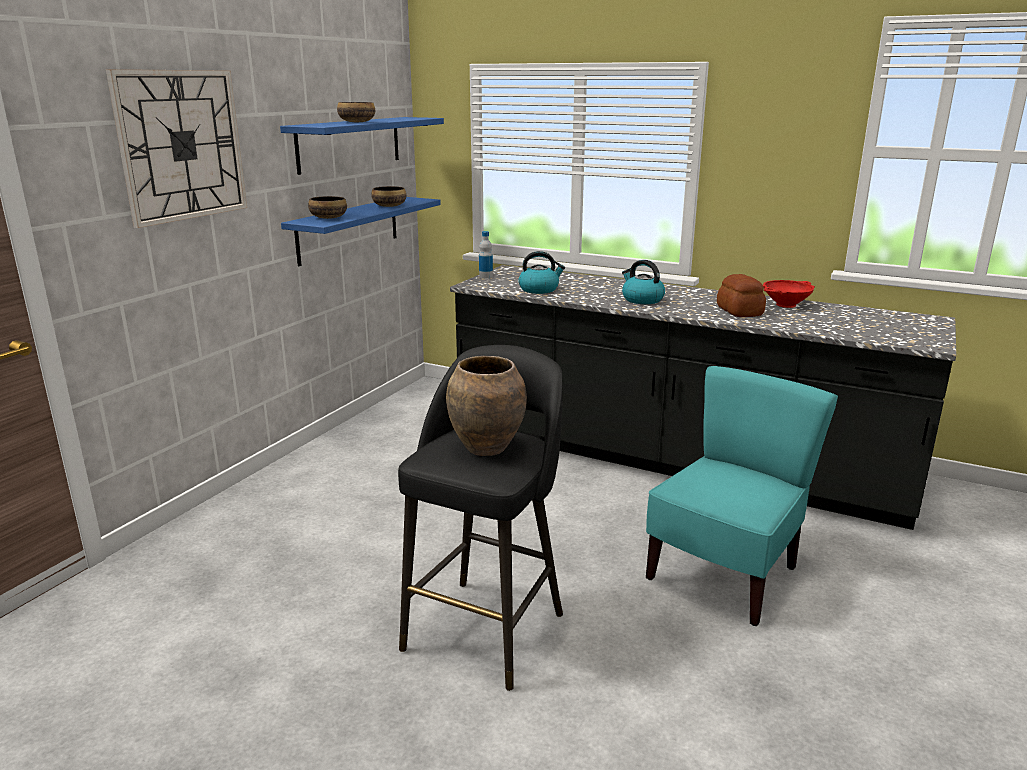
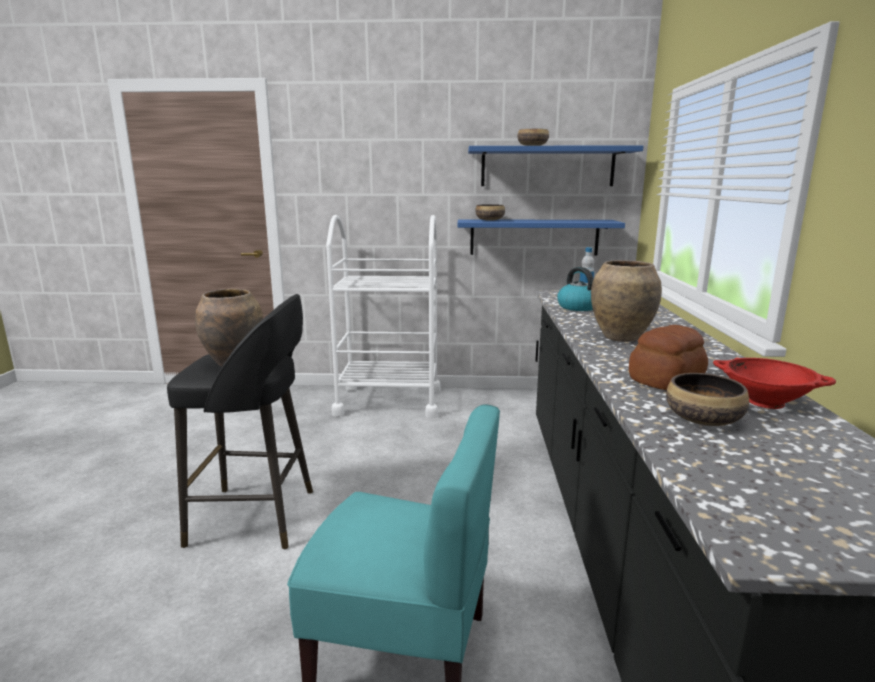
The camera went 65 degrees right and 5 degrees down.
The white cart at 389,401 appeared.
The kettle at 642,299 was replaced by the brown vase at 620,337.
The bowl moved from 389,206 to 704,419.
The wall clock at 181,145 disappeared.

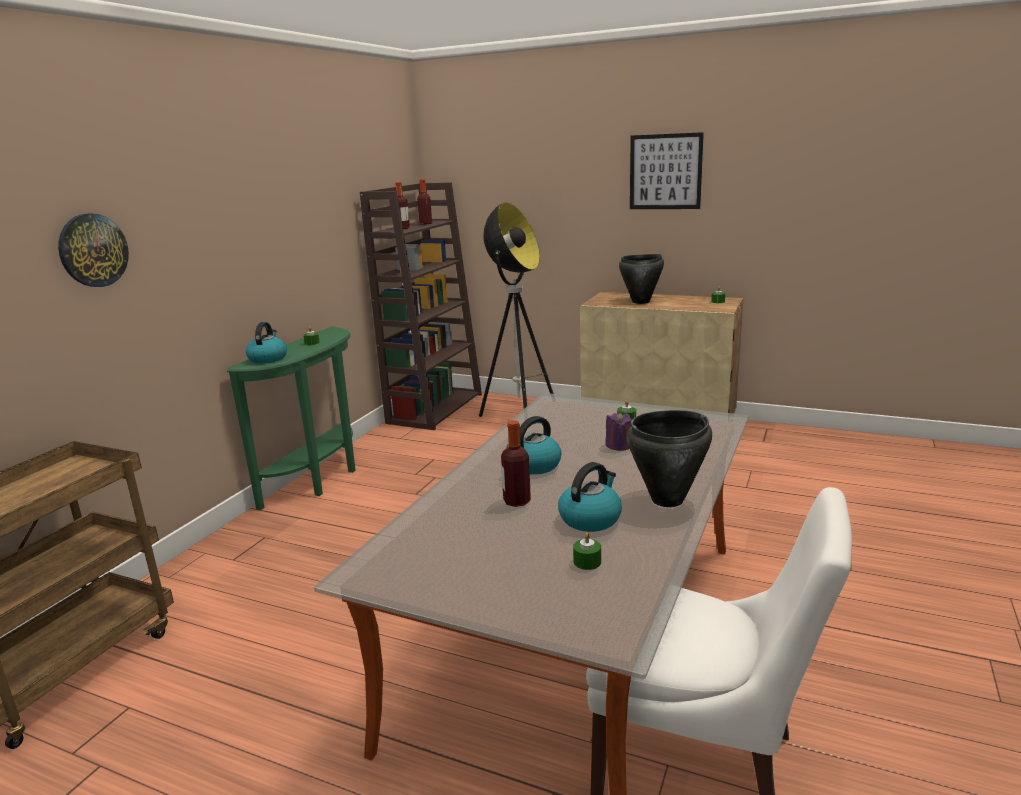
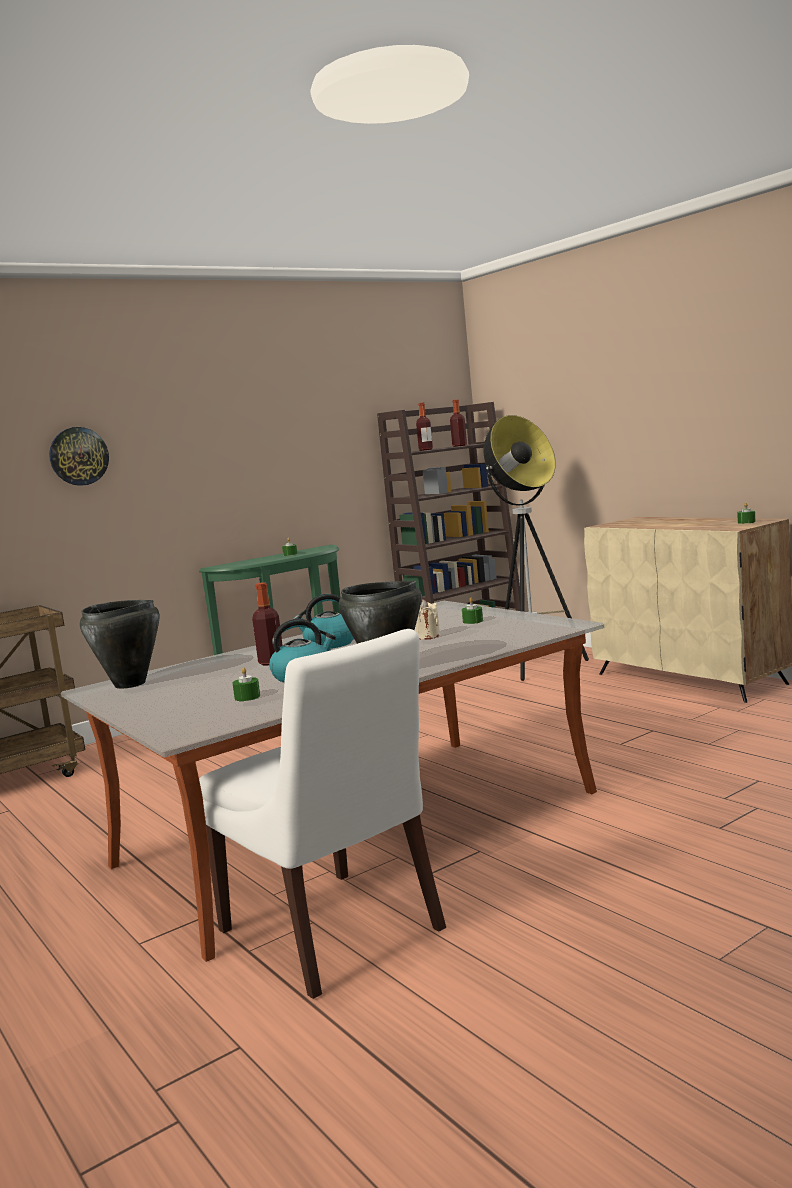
The camera went 30 degrees right and 10 degrees down.
The black cooking pot moved from 641,302 to 130,684.
The purple candle at 618,445 became the beige candle at 427,636.
The kettle at 268,358 disappeared.
The picture at 665,172 disappeared.

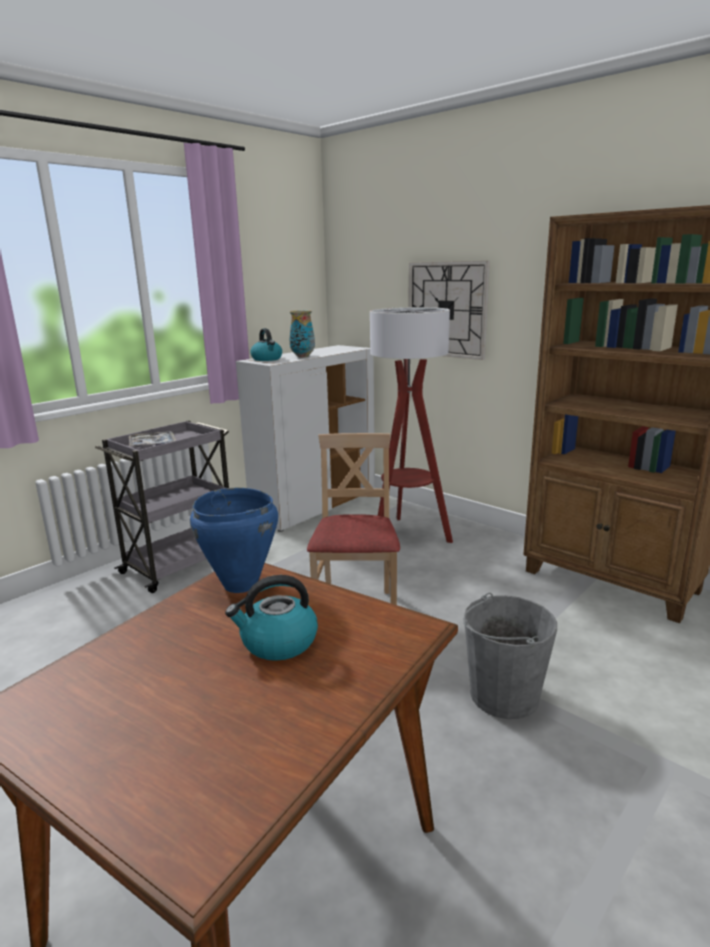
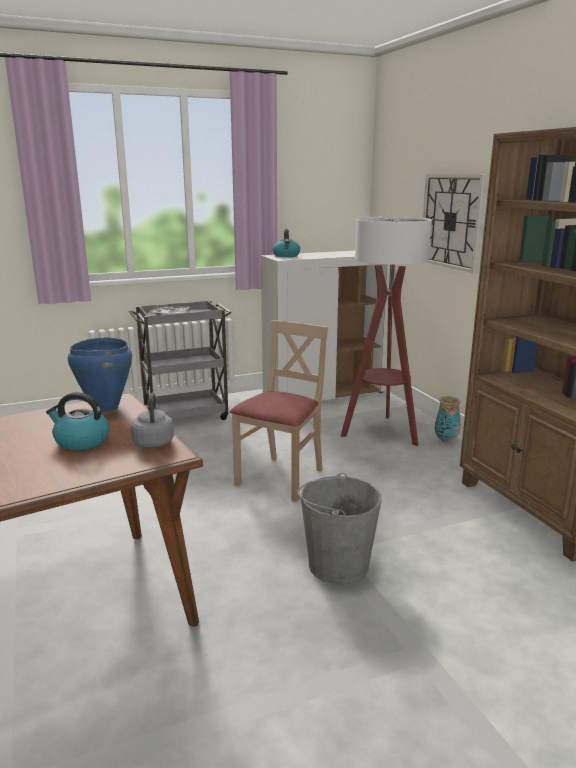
The camera went 25 degrees right and 0 degrees up.
The grey kettle at 153,441 appeared.
The vase moved from 302,356 to 445,440.

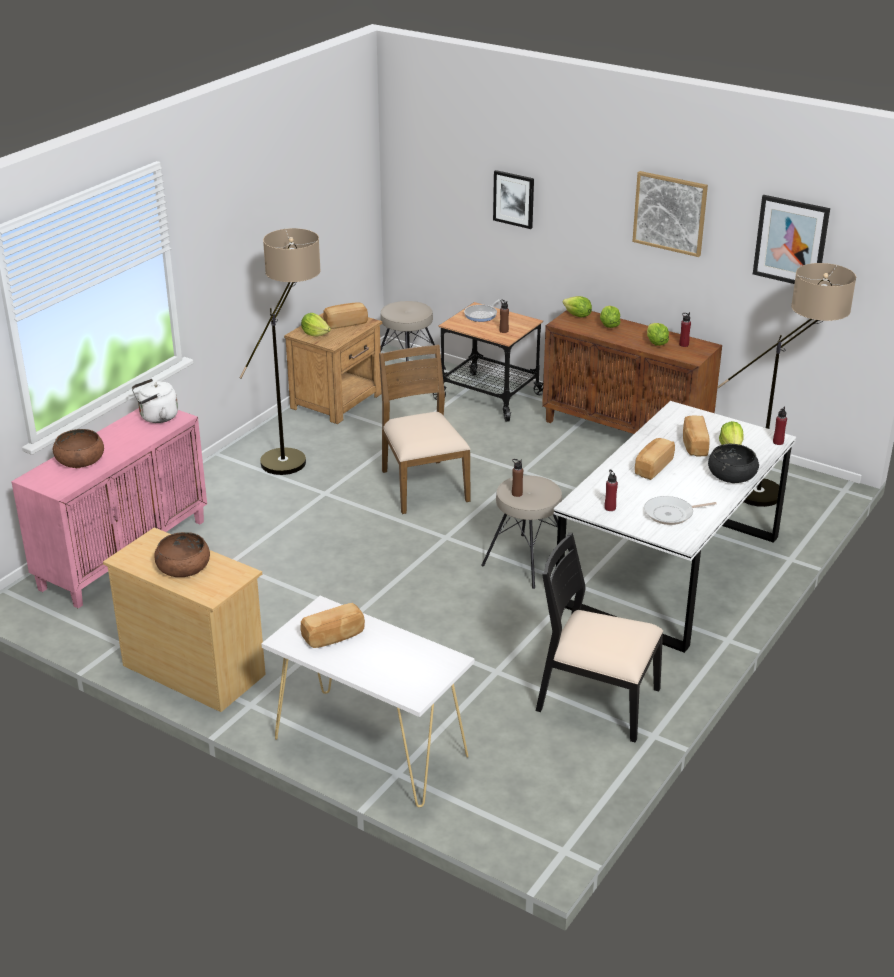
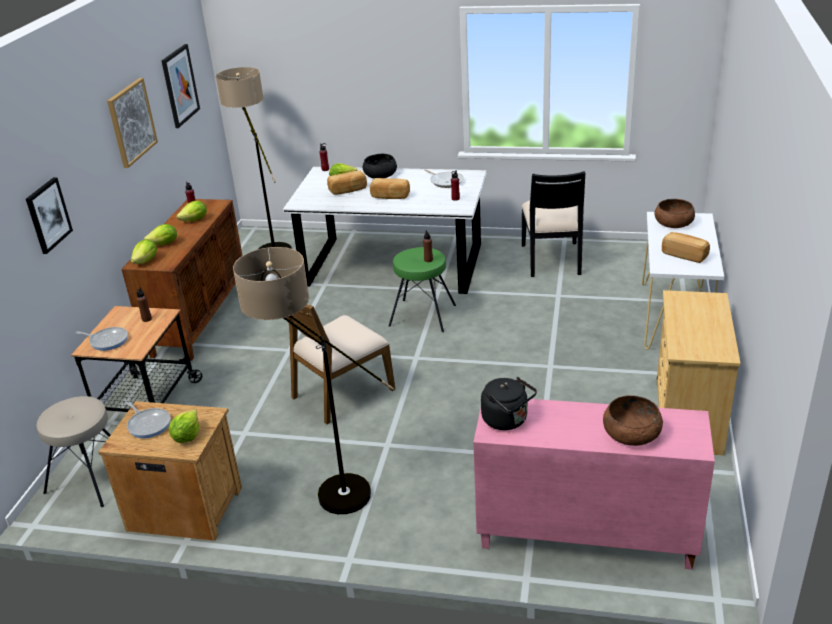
The camera went 110 degrees left and 0 degrees up.
The bread at 345,323 was replaced by the frying pan at 148,424.
The beige stool at 526,560 became the green stool at 422,316.
The white kettle at 156,417 became the black kettle at 507,420.
The brown bowl moved from 183,567 to 673,223.

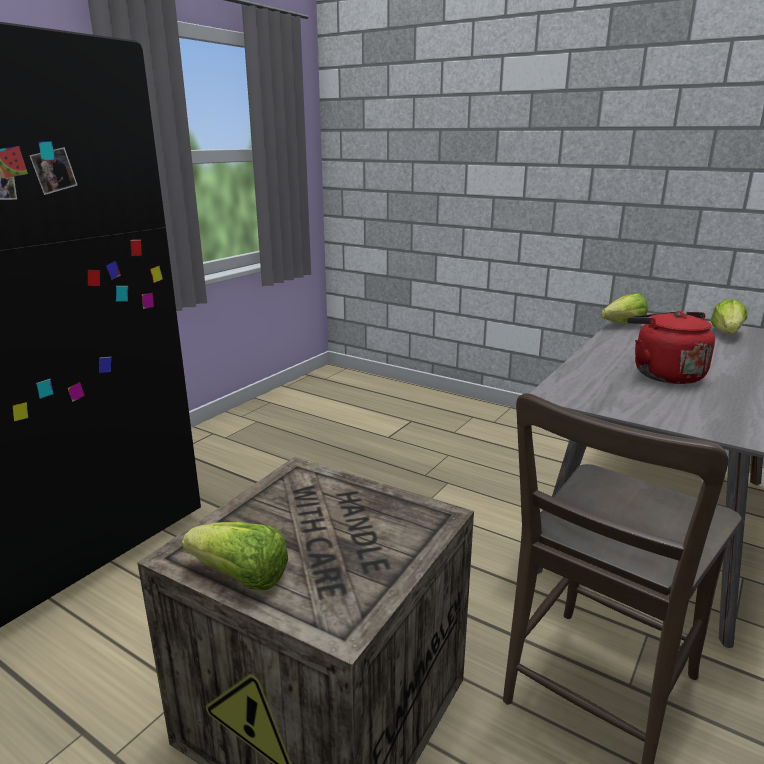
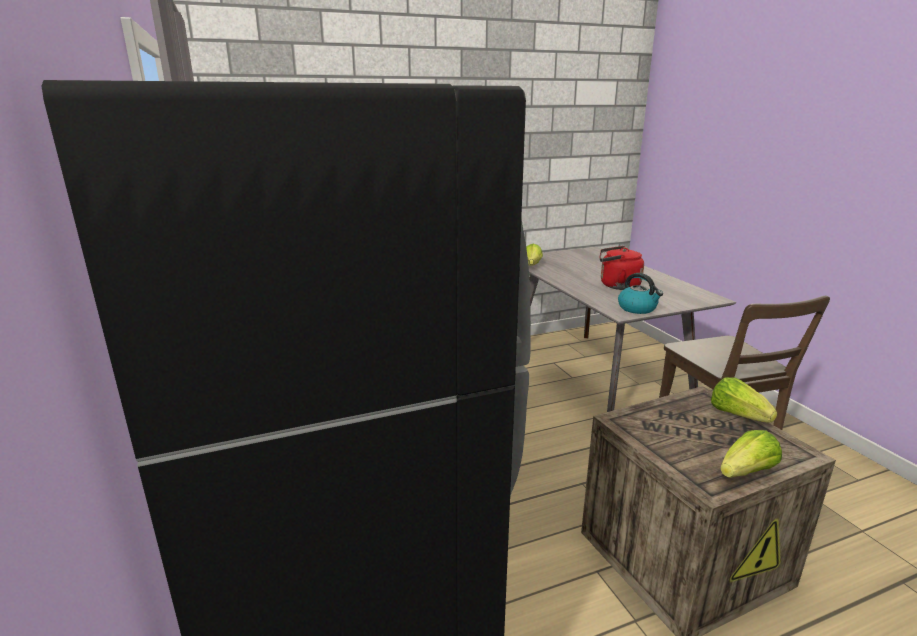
The camera went 55 degrees left and 0 degrees up.
The kettle at 637,308 appeared.
The lettuce moved from 726,334 to 738,415.

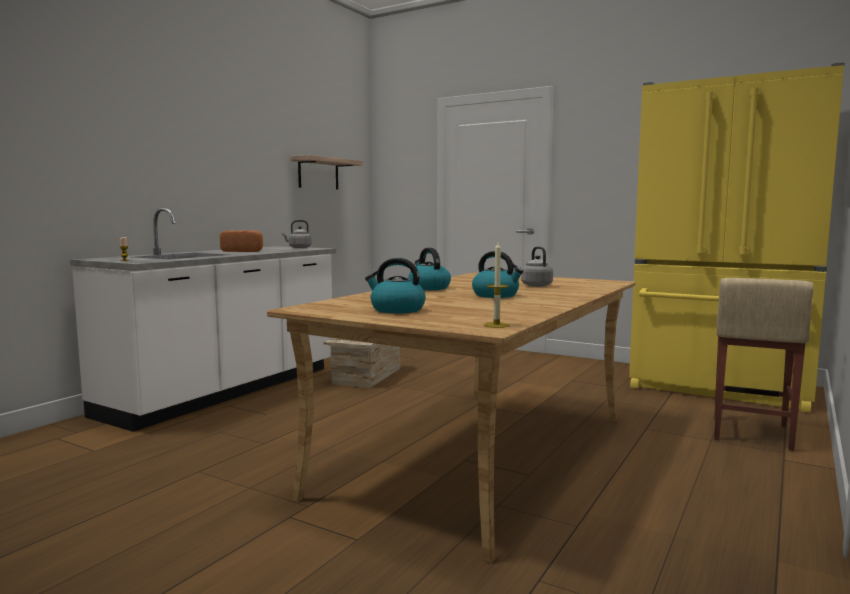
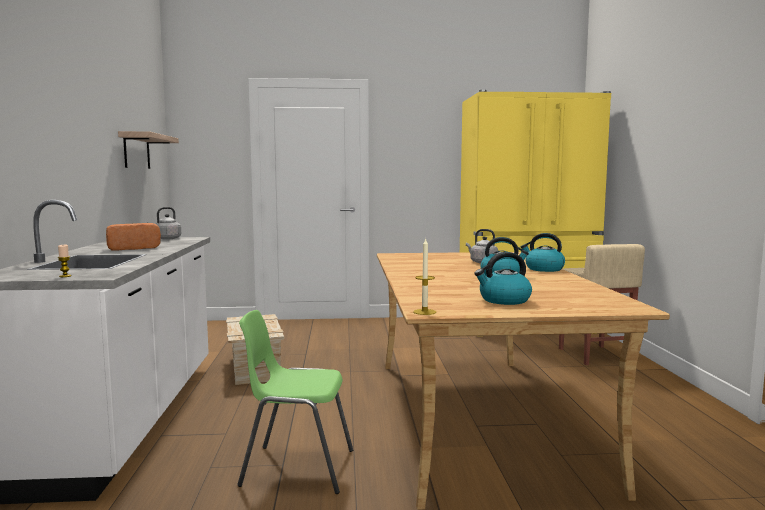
The camera went 35 degrees left and 0 degrees up.
The green chair at 297,468 appeared.
The candle moved from 496,325 to 424,312.
The kettle moved from 428,288 to 543,269.

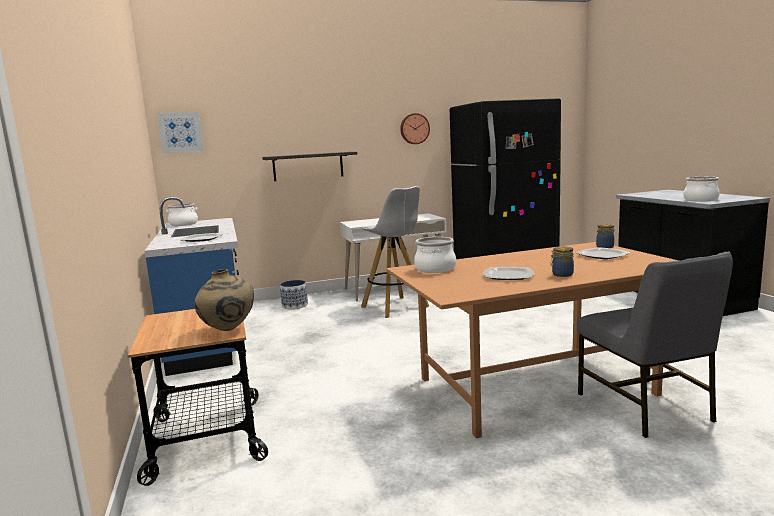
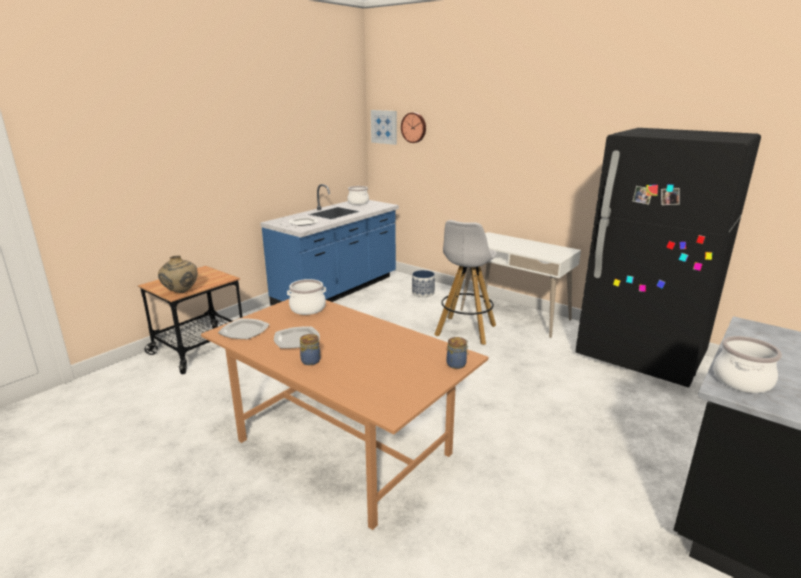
The camera went 55 degrees right and 10 degrees up.
The plate moved from 603,255 to 244,331.
The wall clock moved from 414,129 to 414,127.
The shelf at 308,166 disappeared.
The grey chair at 645,407 disappeared.

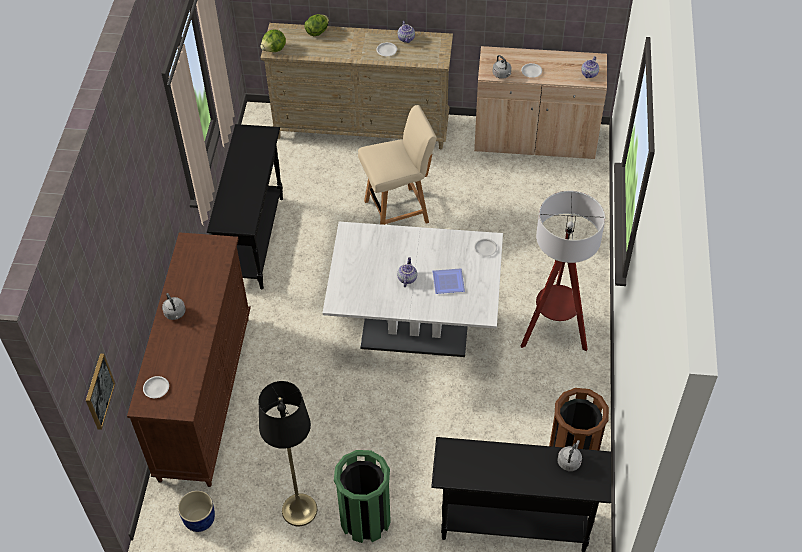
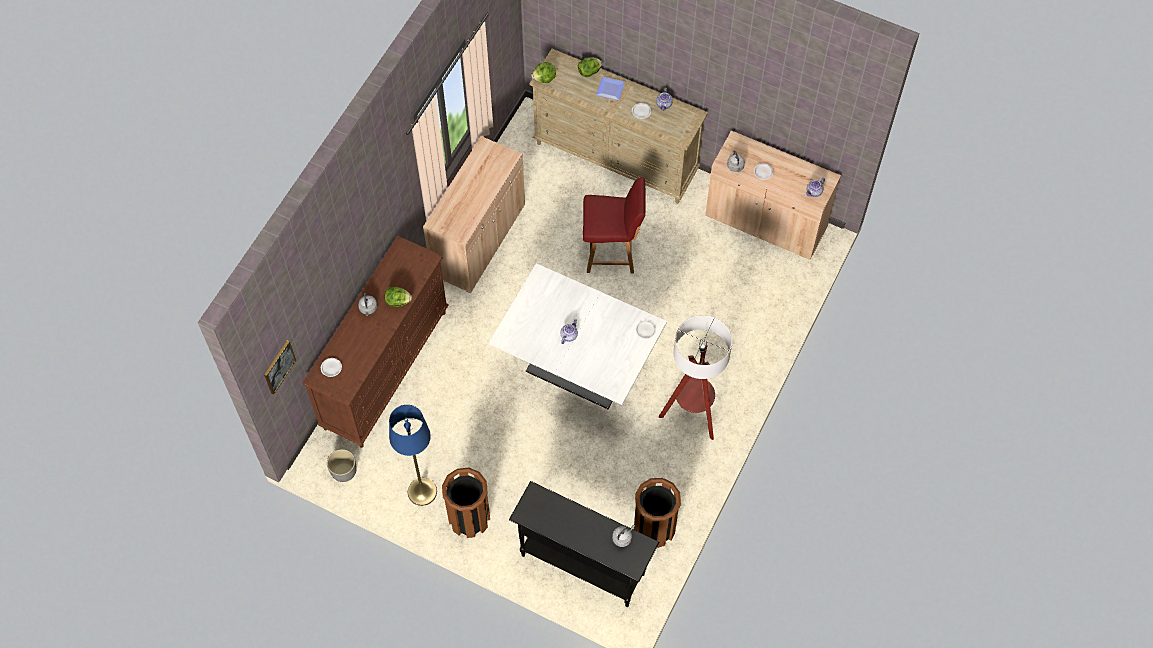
The camera went 20 degrees right and 10 degrees up.
The blue planter at 199,519 became the grey planter at 343,471.
The lettuce at 398,301 appeared.
The black floor lamp at 299,510 became the blue floor lamp at 422,491.
The black console table at 254,240 was replaced by the beige cabinet at 478,240.
The green trash can at 365,519 became the brown trash can at 469,518.
The beige chair at 398,211 became the red chair at 612,253.
The plate moved from 449,283 to 611,90.

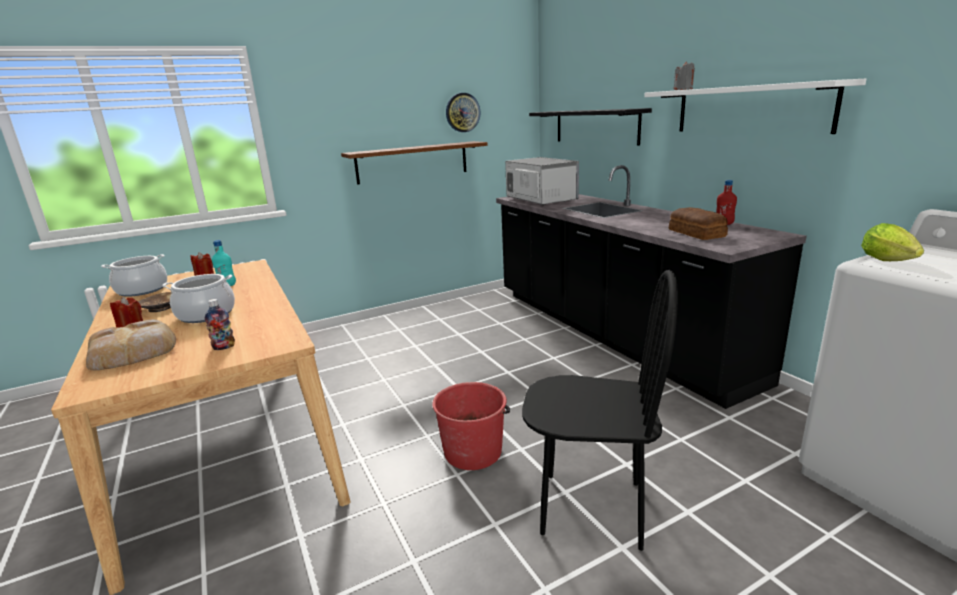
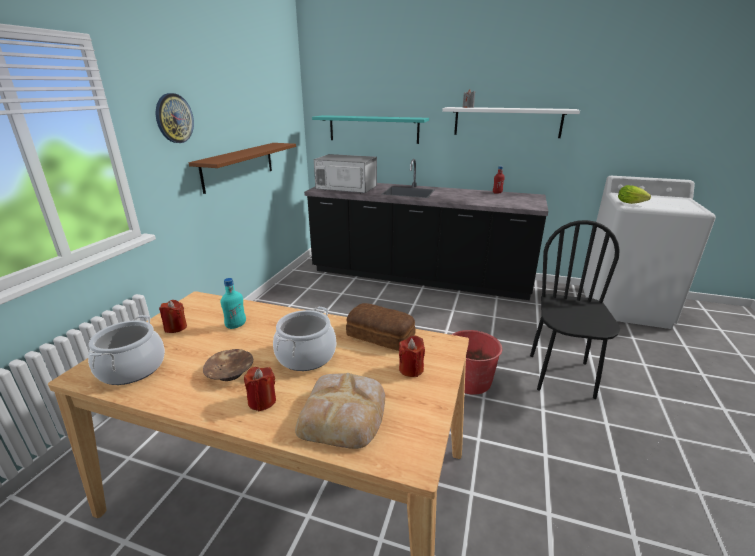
The camera went 45 degrees left and 5 degrees up.
The wall clock moved from 462,112 to 174,118.
The black shelf at 595,126 became the turquoise shelf at 373,129.
The bread moved from 696,233 to 381,336.
The bottle at 224,347 was replaced by the red candle at 411,369.
The black chair at 591,508 turned 45 degrees counterclockwise.

